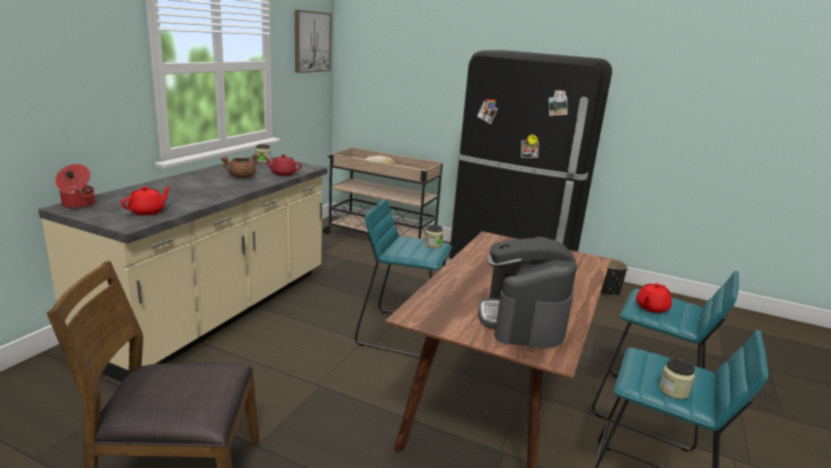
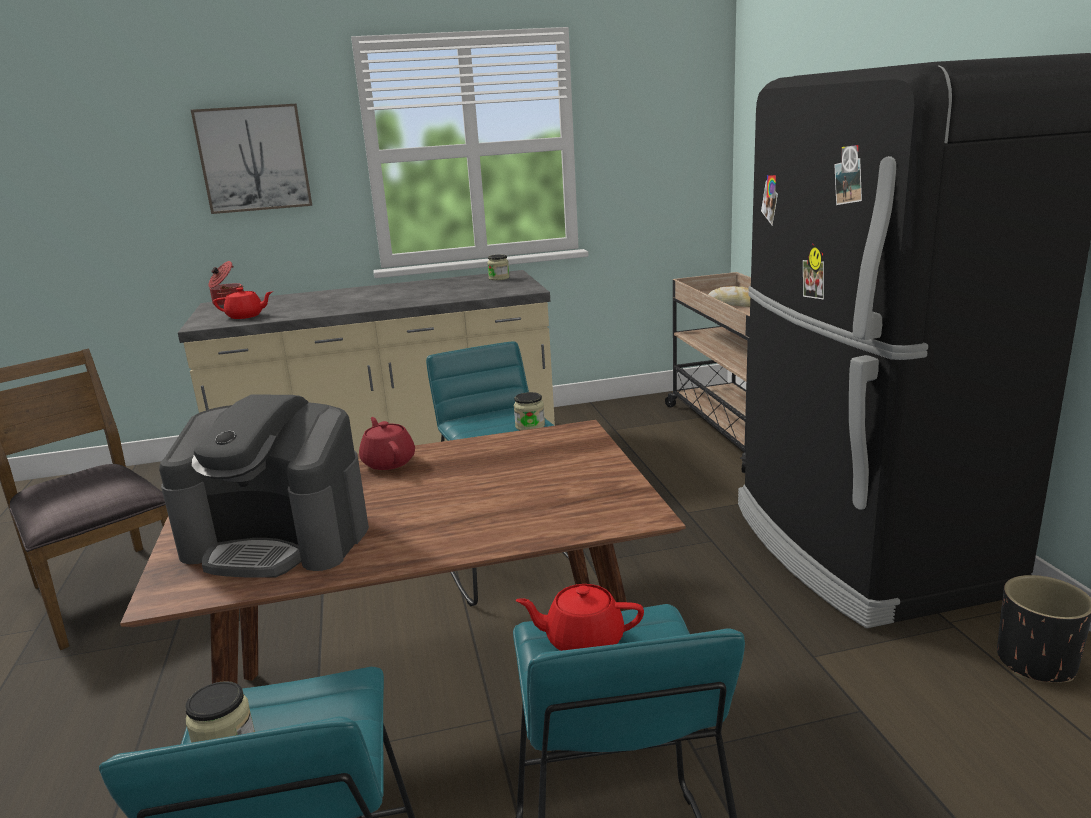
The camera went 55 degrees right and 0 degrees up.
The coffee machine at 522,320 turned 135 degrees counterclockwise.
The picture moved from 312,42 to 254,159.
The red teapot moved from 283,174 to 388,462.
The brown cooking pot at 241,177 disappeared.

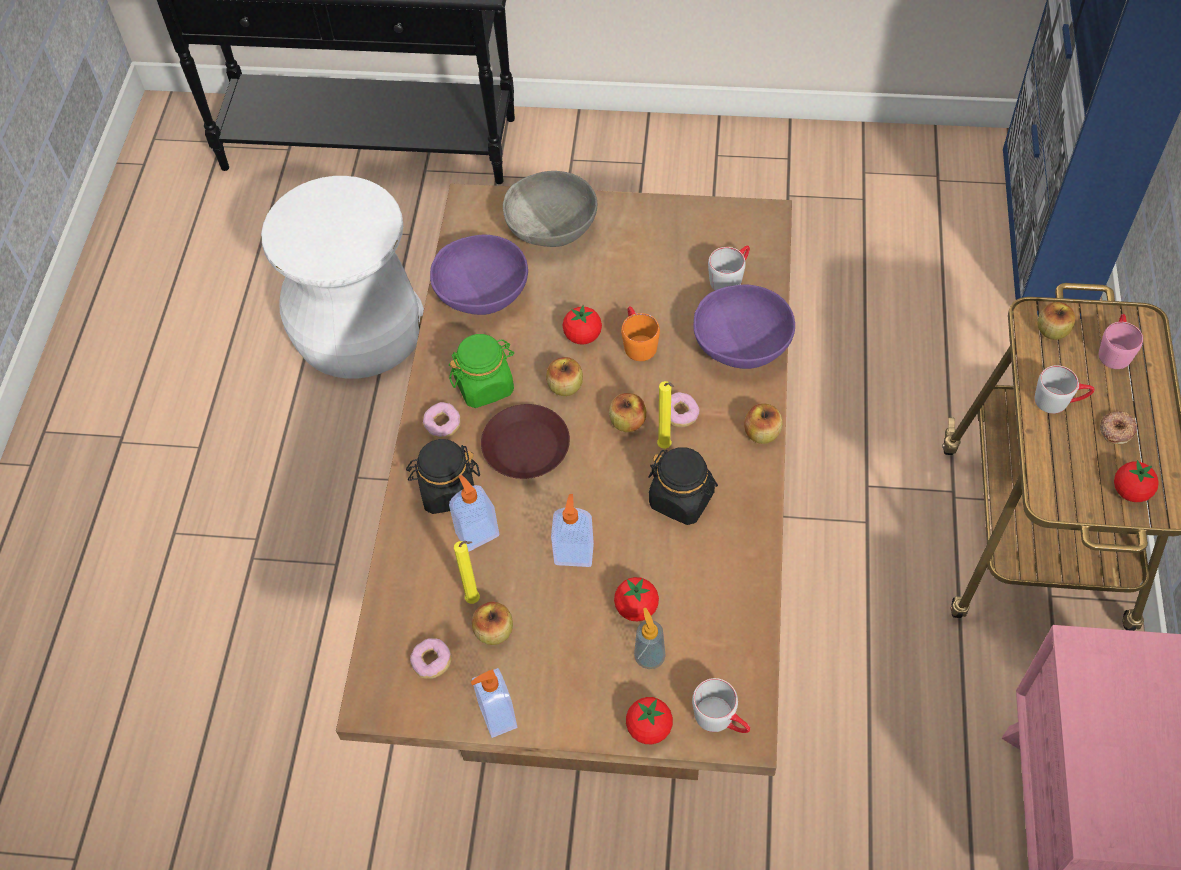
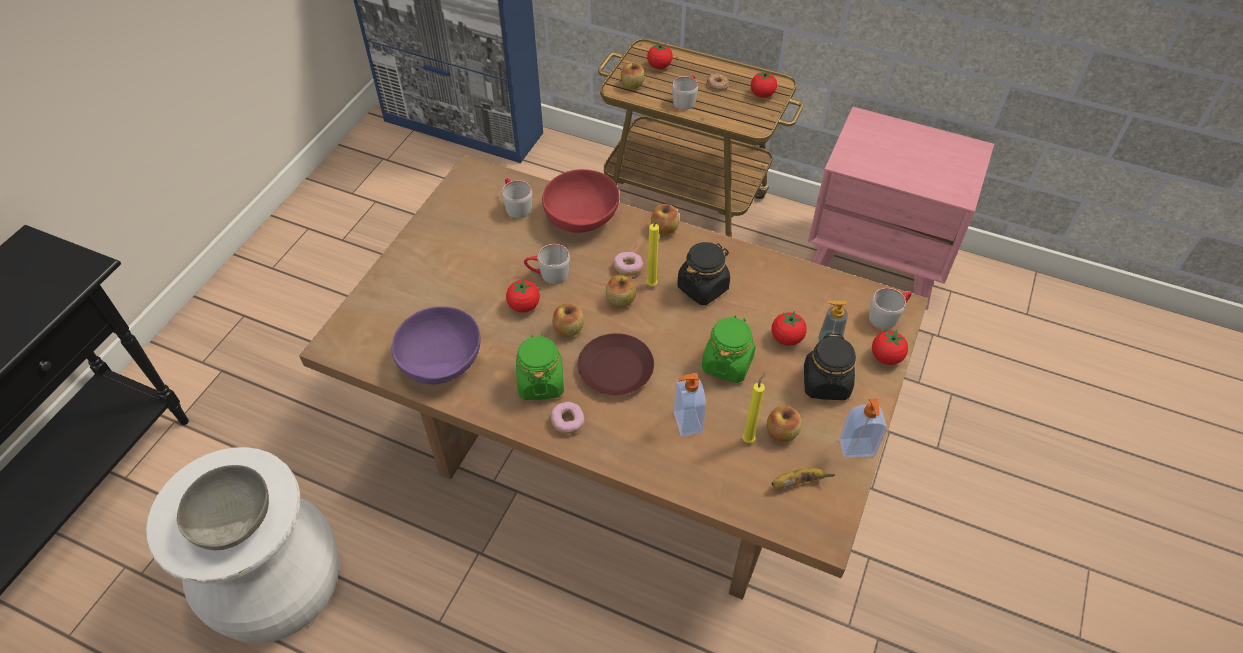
The camera went 75 degrees left and 5 degrees down.
The grey bowl moved from 552,228 to 234,519.
The orange mug at 637,342 became the grey mug at 548,274.
The purple bowl at 742,345 became the red bowl at 582,217.
The pink mug at 1114,350 was replaced by the tomato at 659,66.
The soap dispenser at 574,553 was replaced by the green jar at 727,363.
The donut at 432,662 was replaced by the banana at 798,482.
The black jar moved from 447,491 to 826,383.

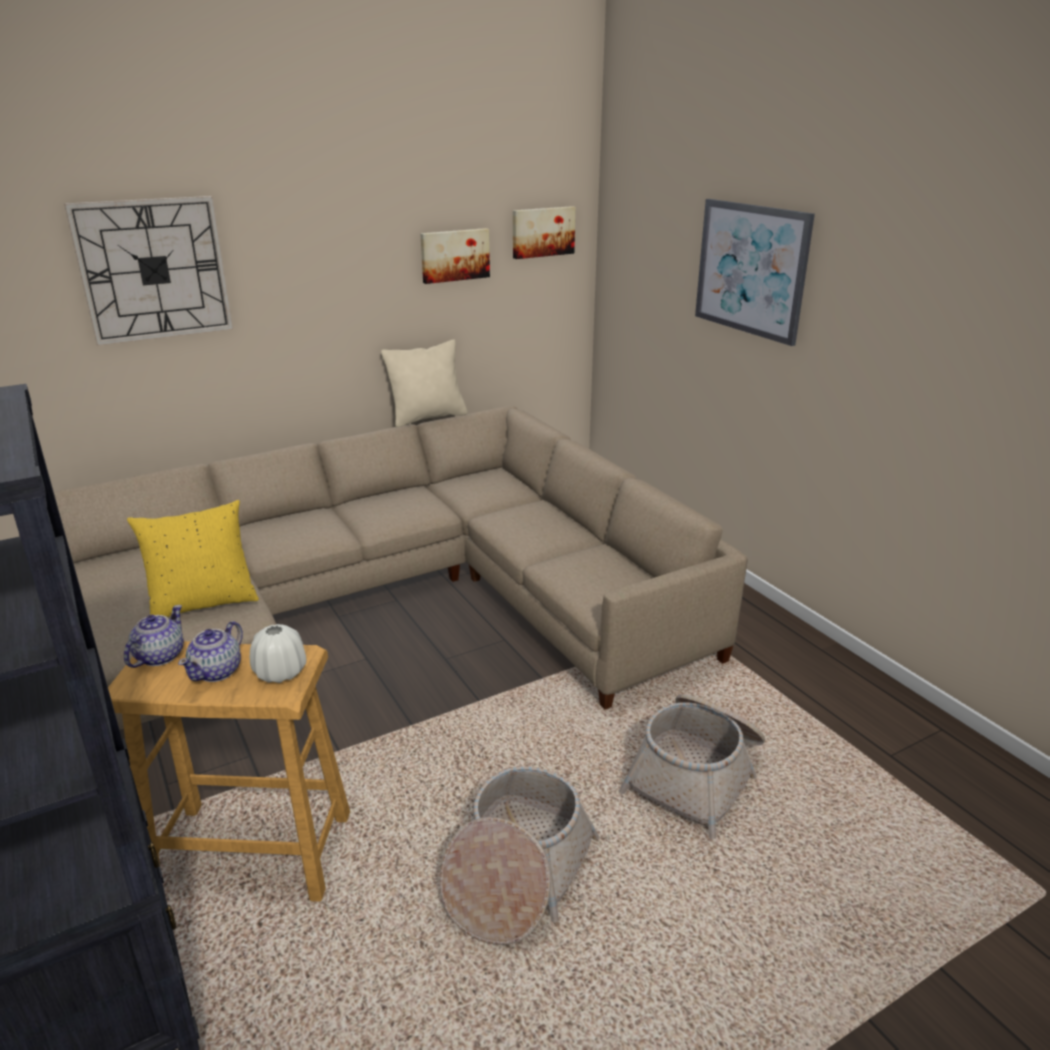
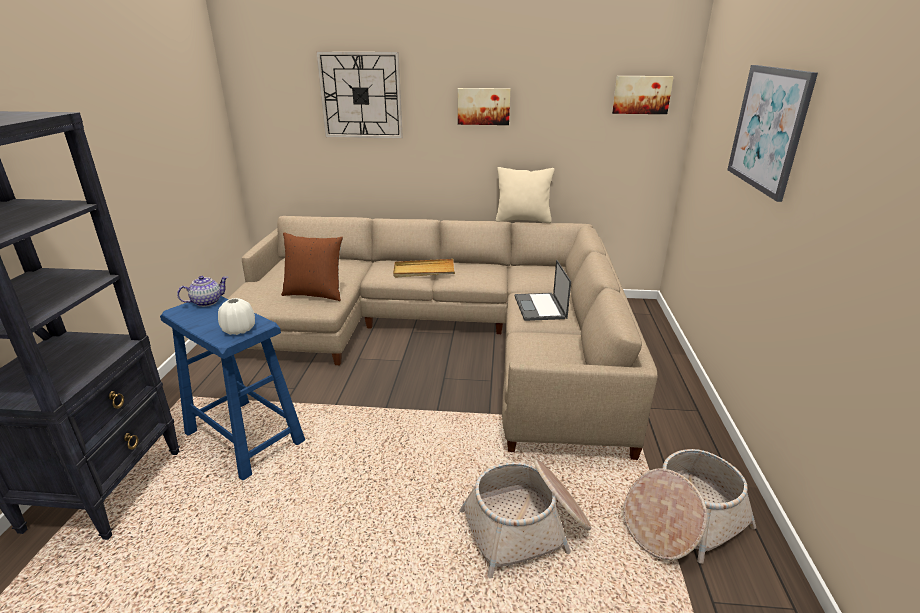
The camera went 35 degrees right and 0 degrees up.
The beige stool at 251,850 became the blue stool at 244,437.
The yellow pillow at 203,603 became the brown pillow at 315,294.
The beige tray at 424,271 appeared.
The picture moved from 454,255 to 483,106.
The laptop at 540,307 appeared.
The basket moved from 517,874 to 682,521.
The teapot at 217,671 disappeared.

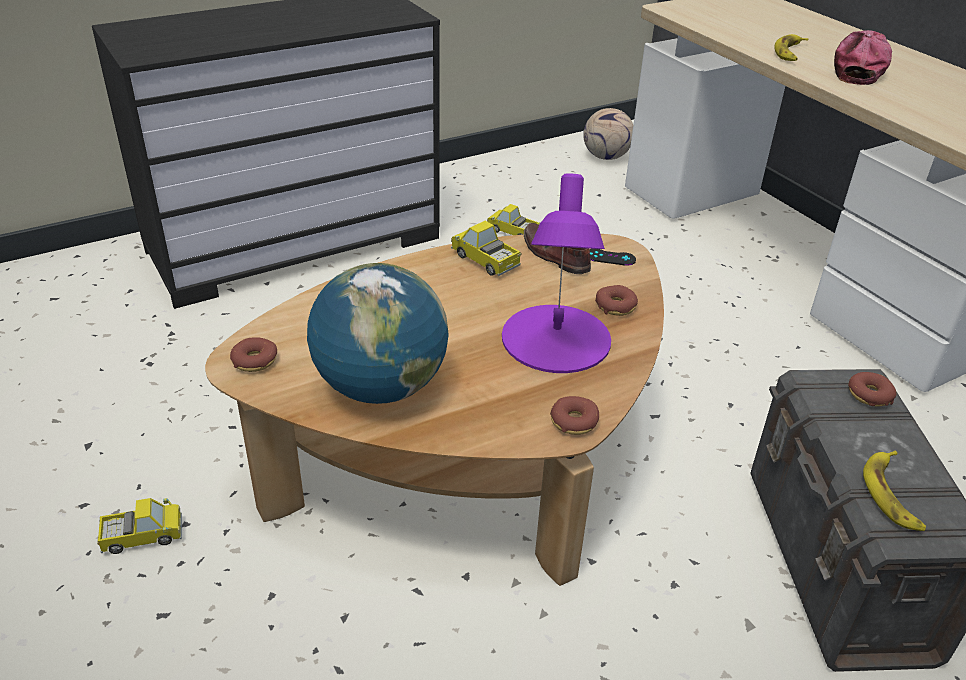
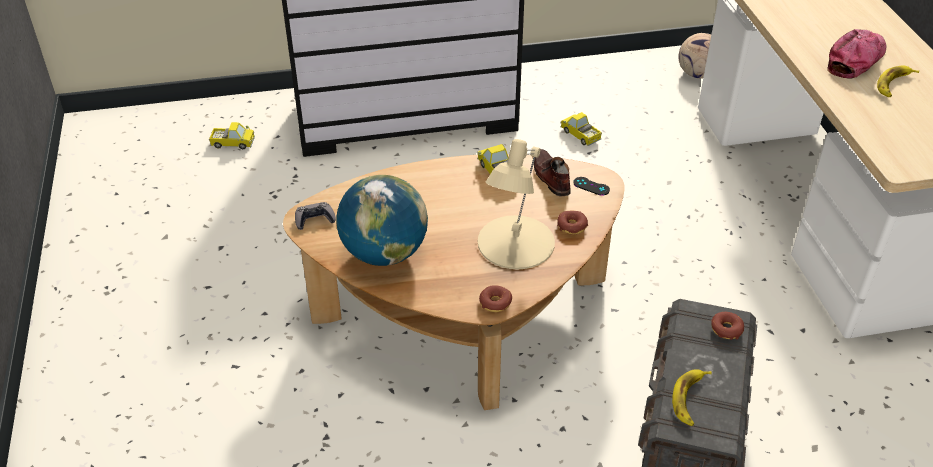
The camera went 20 degrees right and 5 degrees up.
The toy truck moved from 143,536 to 233,143.
The donut at 254,361 was replaced by the grey game controller at 314,219.
The purple table lamp at 555,339 became the beige table lamp at 515,243.
The banana moved from 790,53 to 894,84.

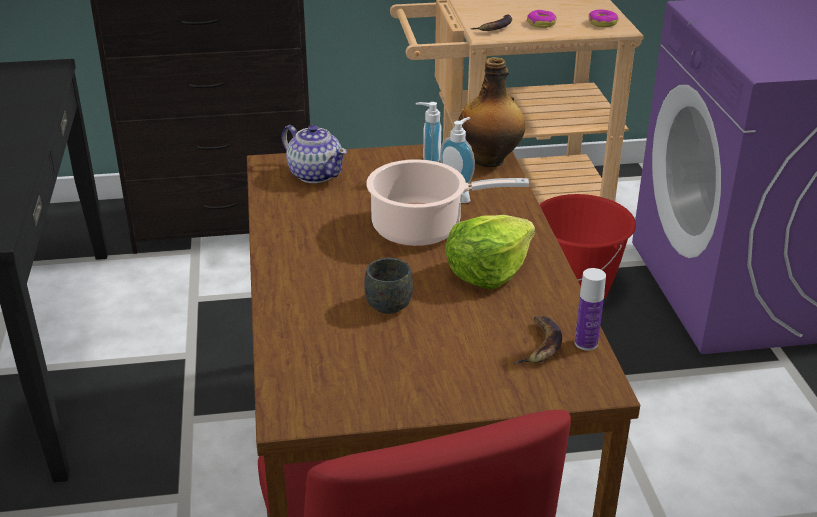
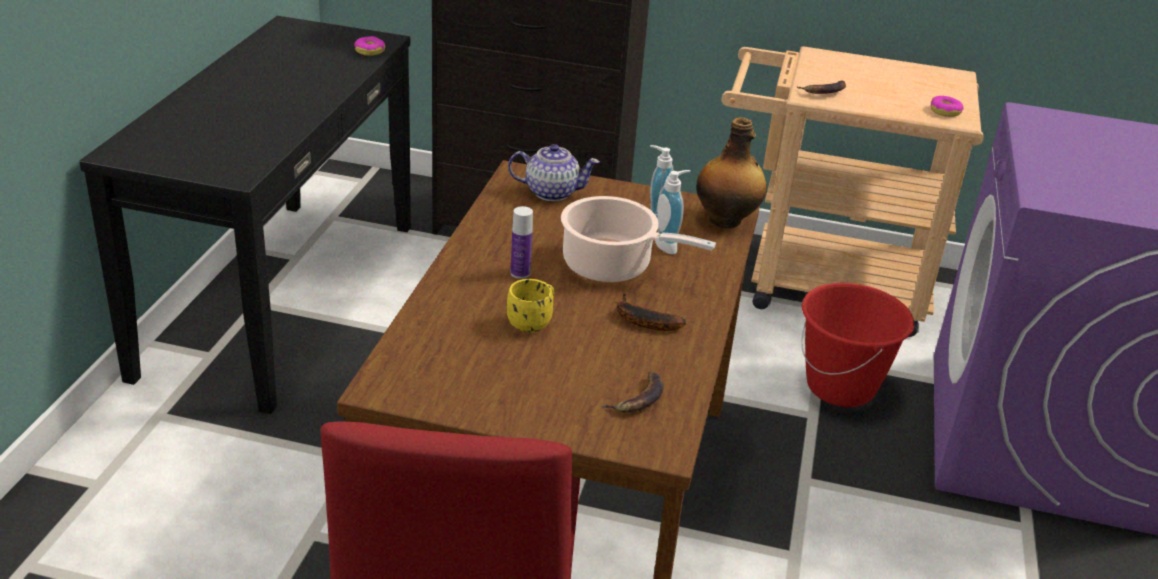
The camera went 20 degrees right and 0 degrees up.
The donut moved from 541,24 to 370,51.
The grey mug at 390,301 became the yellow mug at 533,322.
The teapot at 315,174 turned 60 degrees counterclockwise.
The bottle moved from 586,343 to 520,273.
The lettuce at 487,271 was replaced by the banana at 642,321.

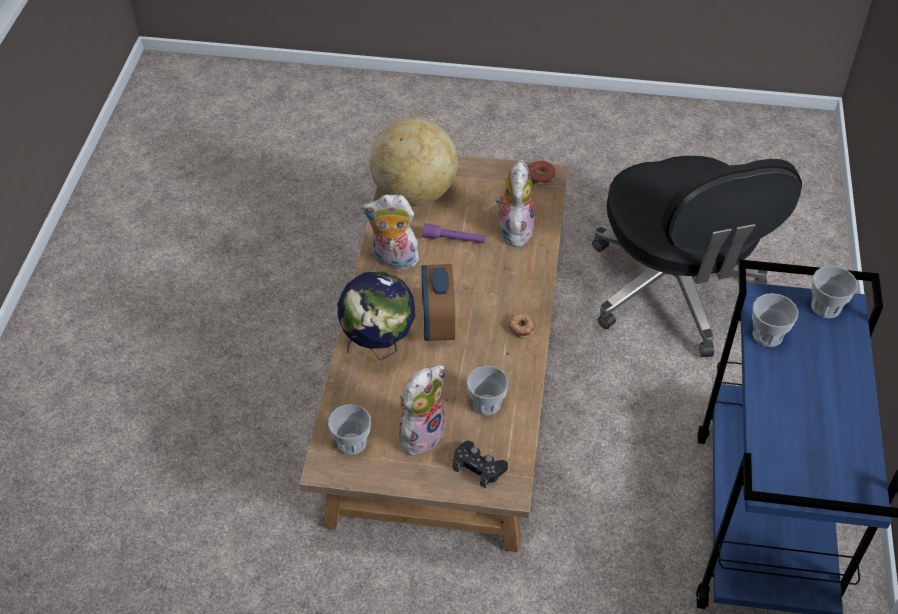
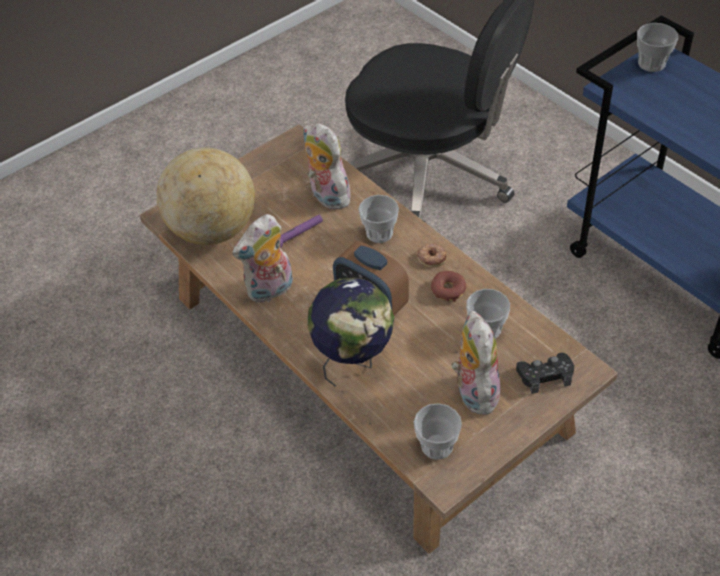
The camera went 45 degrees left and 0 degrees up.
The cup moved from 767,335 to 379,233.
The donut moved from 540,176 to 448,290.

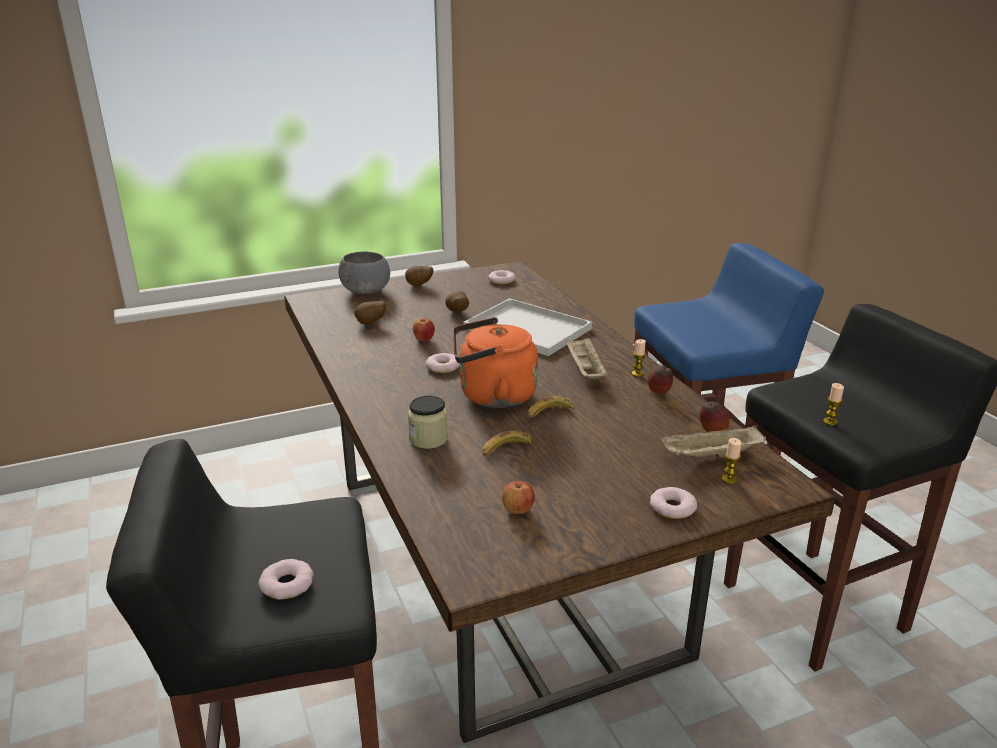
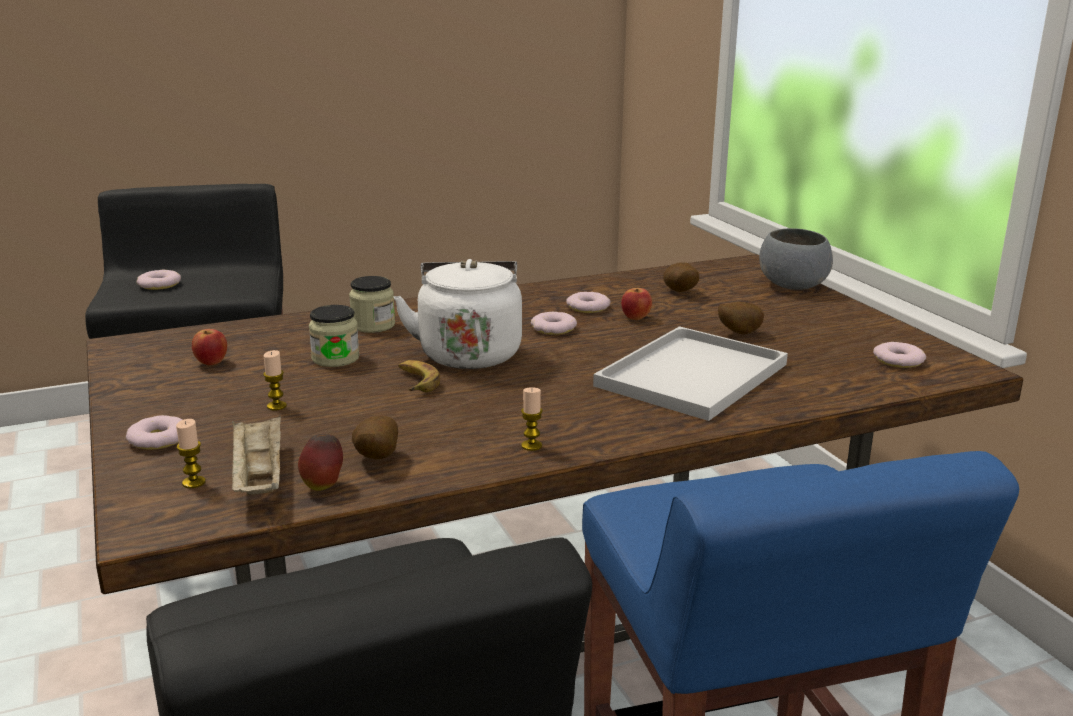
The camera went 90 degrees right and 5 degrees down.
The candle moved from 830,422 to 276,406.
The banana at 505,449 was replaced by the jar at 335,358.
The potato moved from 419,286 to 375,459.
The orange kettle at 492,396 became the white kettle at 469,353.
The donut at 588,307 appeared.
The beige tray at 584,370 disappeared.
The apple at 659,393 disappeared.

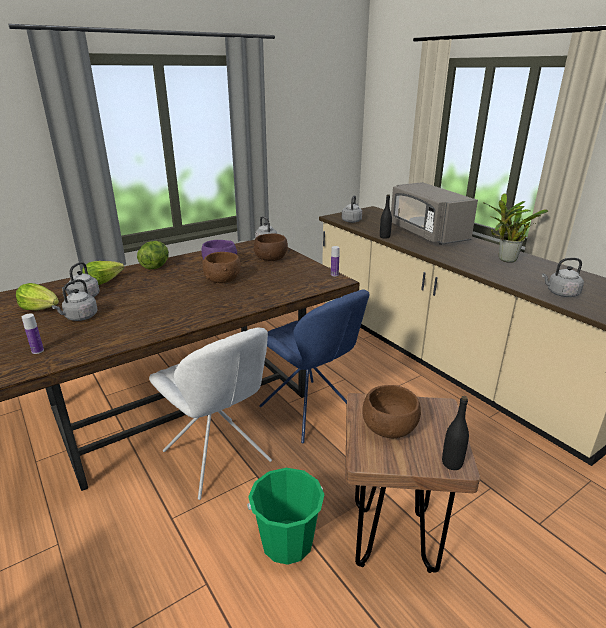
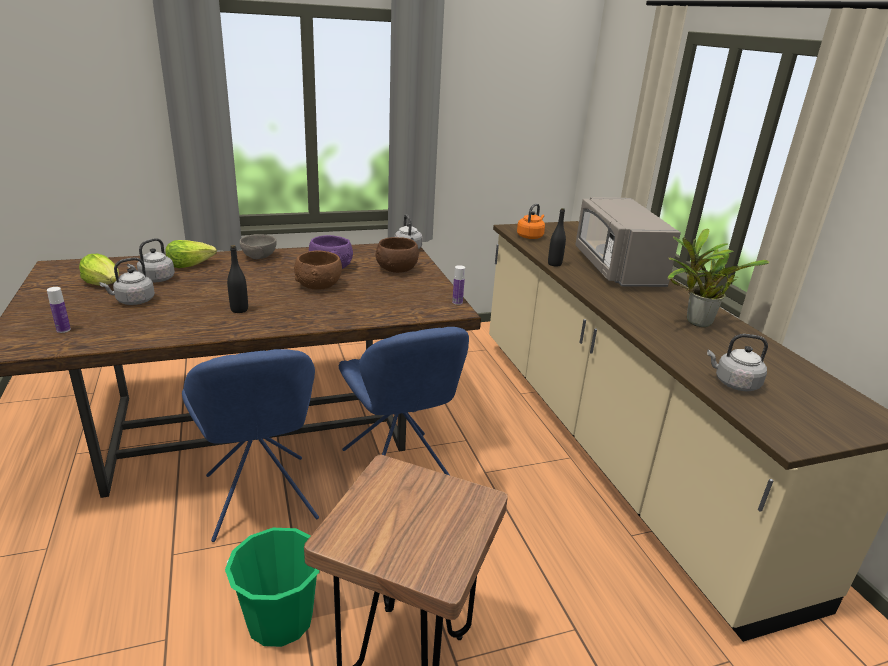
The camera went 15 degrees right and 0 degrees up.
The white chair at 218,459 became the blue chair at 261,500.
The black bottle moved from 452,463 to 239,310.
The lettuce at 155,266 was replaced by the grey bowl at 258,257.
The grey kettle at 351,220 became the orange kettle at 530,236.
The brown bowl at 389,429 disappeared.

